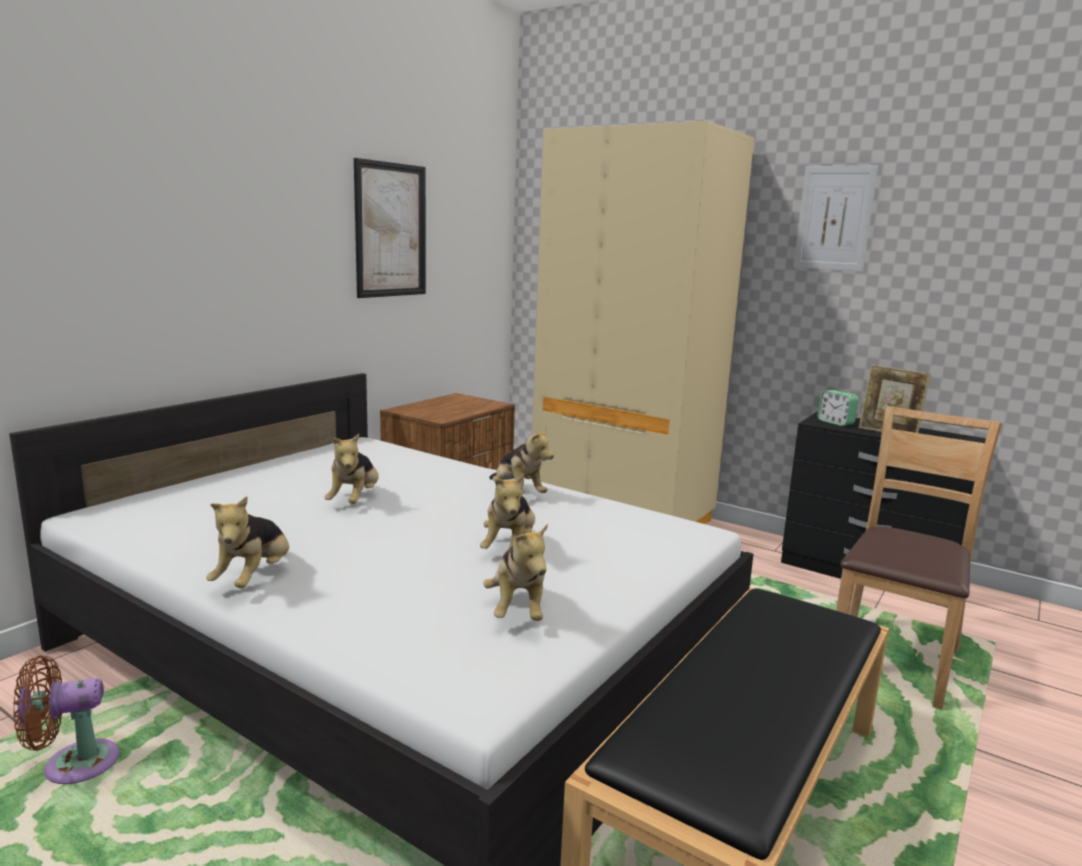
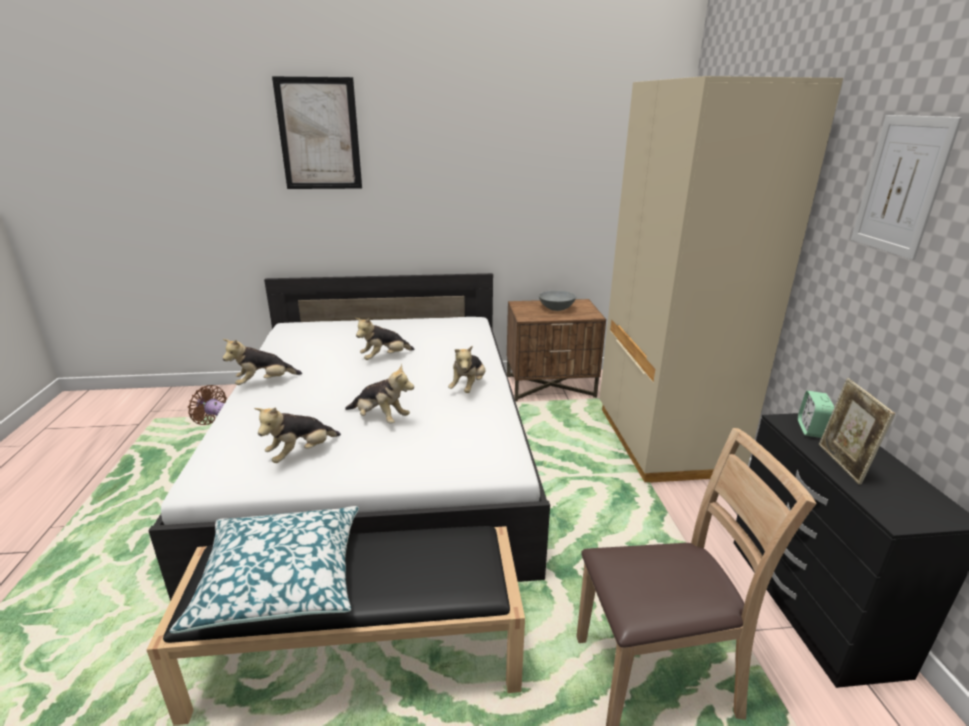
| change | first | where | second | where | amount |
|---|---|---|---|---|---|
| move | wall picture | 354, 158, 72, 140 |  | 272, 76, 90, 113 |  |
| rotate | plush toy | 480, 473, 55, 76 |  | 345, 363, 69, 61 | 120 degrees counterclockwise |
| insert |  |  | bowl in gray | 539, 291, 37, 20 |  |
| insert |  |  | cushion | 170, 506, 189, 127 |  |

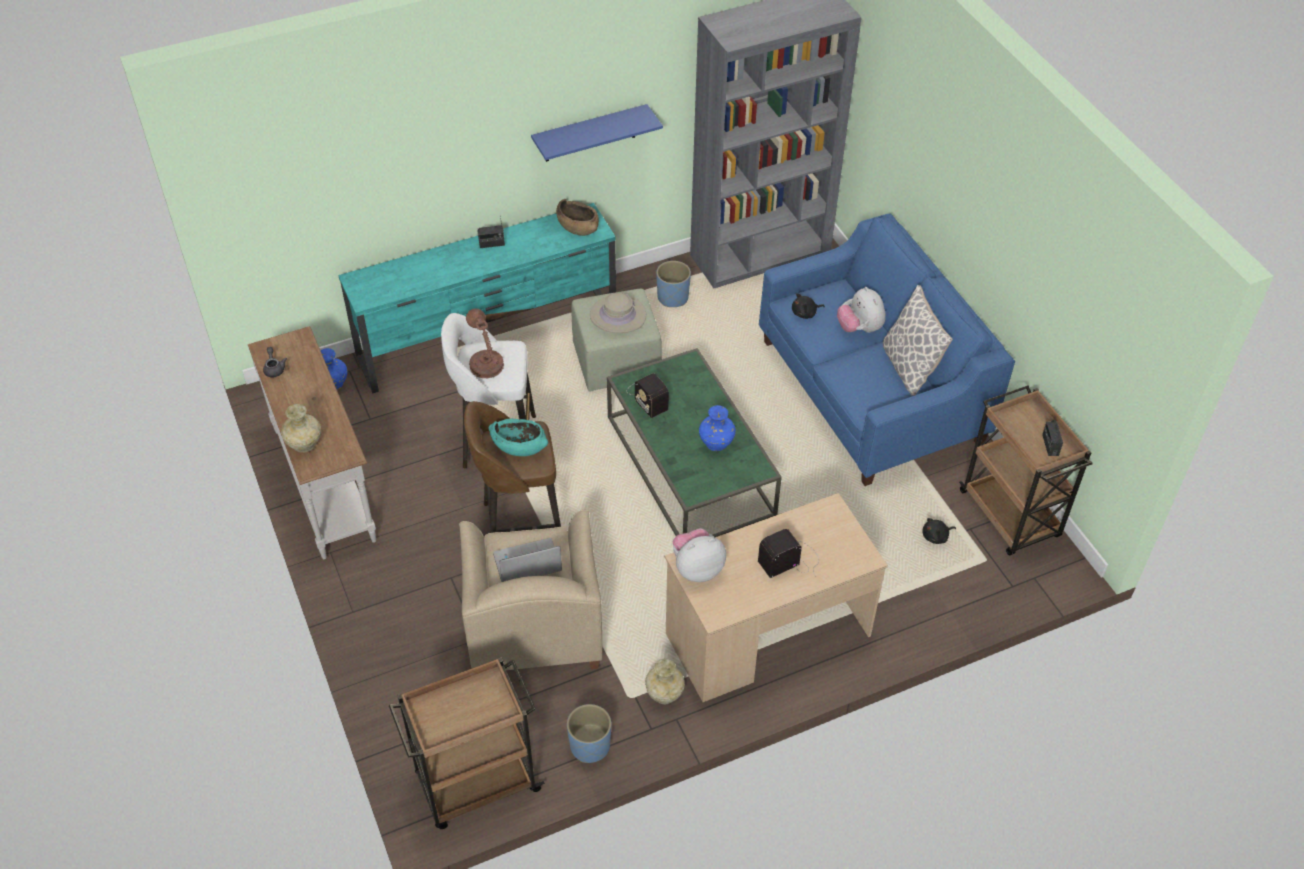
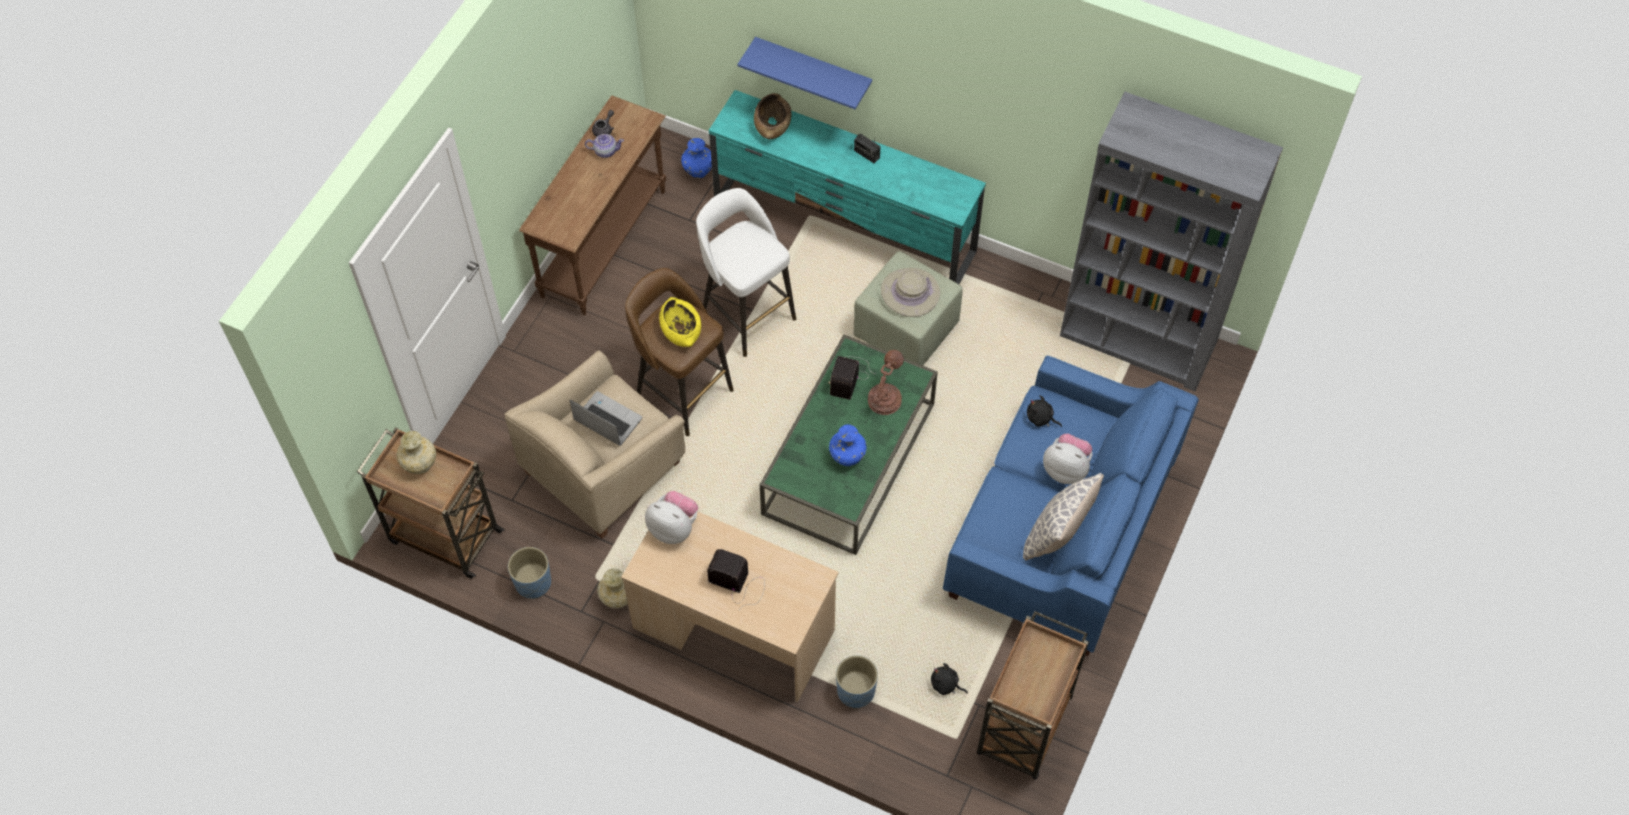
| change | first | where | second | where | amount |
|---|---|---|---|---|---|
| move | shelf in blue-coloured | 531, 104, 132, 58 |  | 737, 37, 135, 72 |  |
| move | bowl in brown | 556, 199, 43, 37 |  | 754, 93, 38, 46 |  |
| move | plant pot in blue-coloured | 656, 261, 35, 46 |  | 836, 655, 42, 53 |  |
| rotate | plush toy | 837, 287, 49, 46 |  | 1043, 434, 49, 50 | 90 degrees clockwise |
| move | lamp for a table in brown | 466, 308, 38, 70 |  | 868, 350, 36, 65 |  |
| recolor | console table in white-coloured | 248, 326, 128, 233 | console table in brown | 519, 96, 147, 219 |  |
| move | flower vase in beige | 281, 404, 40, 49 |  | 397, 431, 39, 43 |  |
| recolor | bowl in blue-green | 488, 418, 60, 38 | bowl in yellow-coloured | 659, 297, 42, 50 |  |
| delete | radio | 1042, 420, 21, 36 |  |  |  |
| insert |  |  | pot for tea | 585, 134, 39, 24 |  |

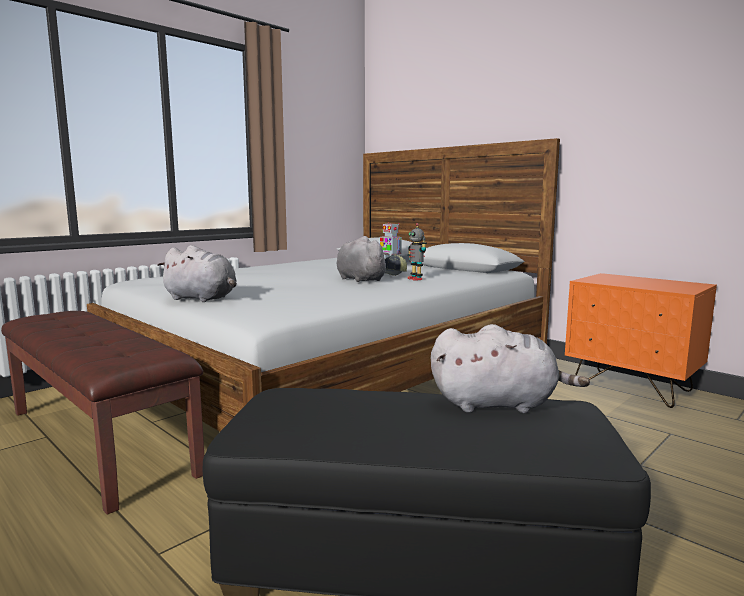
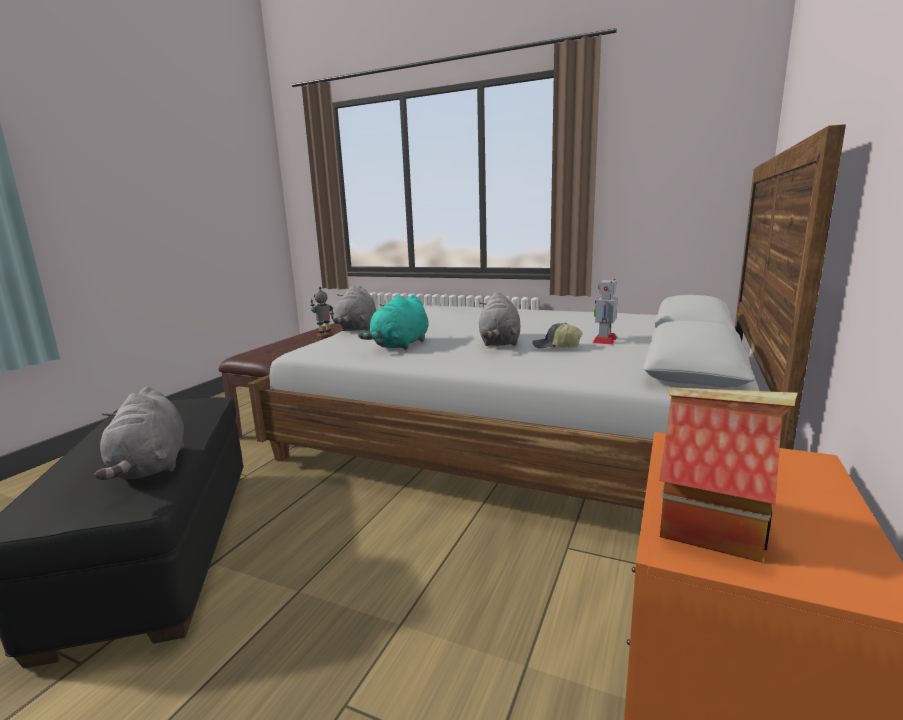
| change | first | where | second | where | amount |
|---|---|---|---|---|---|
| move | robot figure | 407, 223, 20, 58 |  | 310, 287, 24, 50 |  |
| rotate | plush toy in gray | 336, 236, 53, 46 |  | 479, 292, 41, 54 | 150 degrees clockwise |
| insert |  |  | plush toy in blue-green | 358, 295, 71, 55 |  |
| insert |  |  | miniature house | 659, 387, 139, 175 |  |

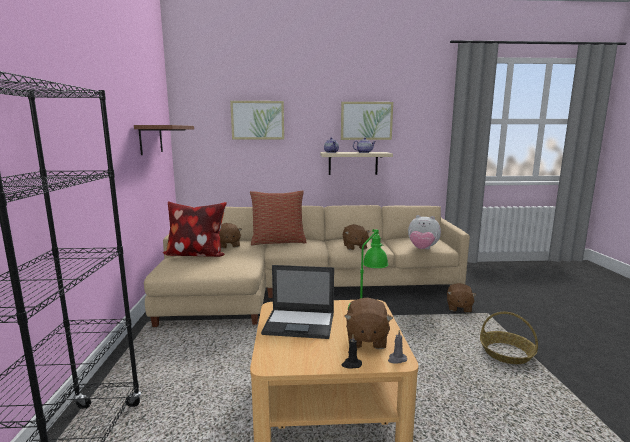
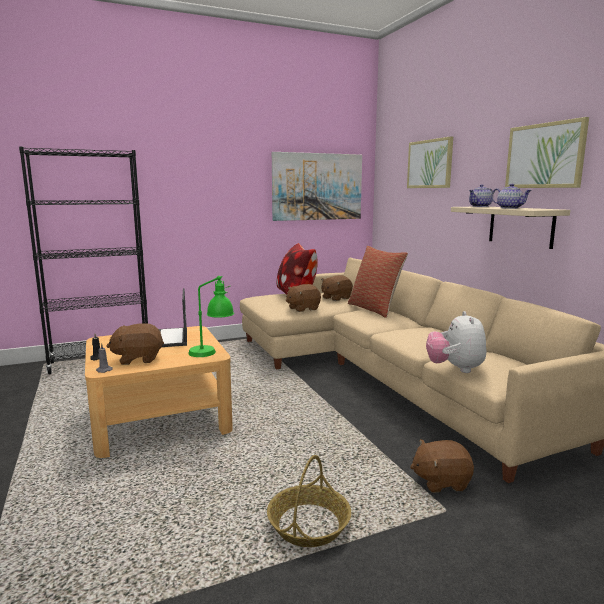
| change | first | where | second | where | amount |
|---|---|---|---|---|---|
| replace | shelf in brown | 134, 125, 60, 30 | wall picture | 272, 152, 90, 69 |  |
| move | plush toy in brown | 343, 224, 27, 26 |  | 286, 284, 35, 28 |  |

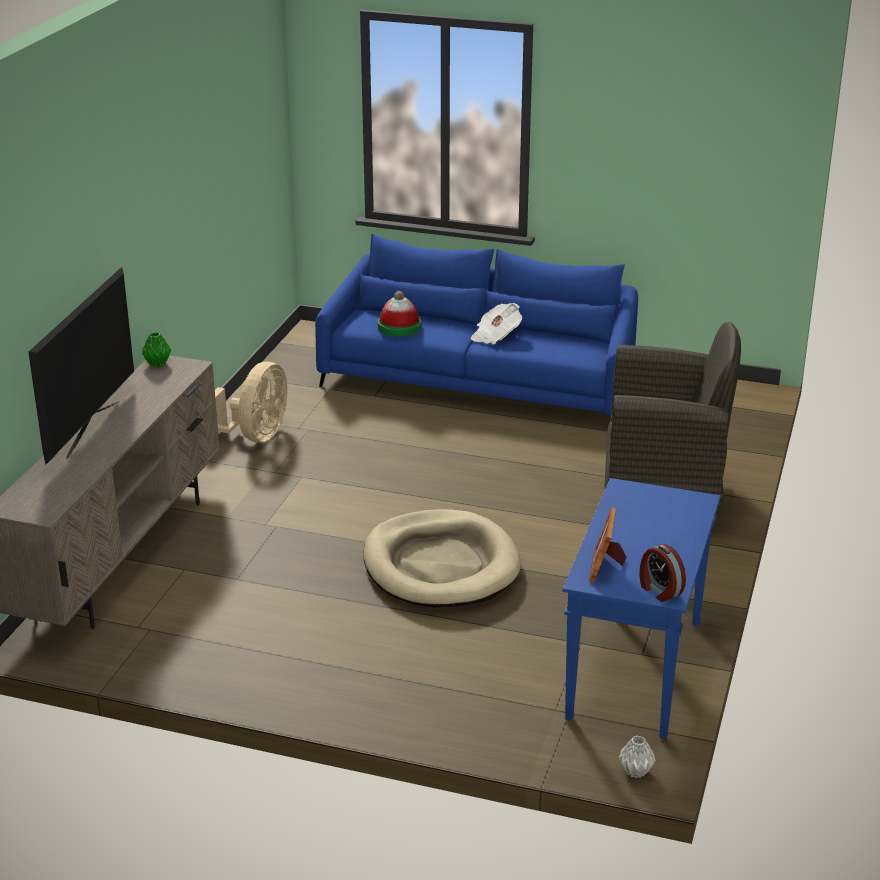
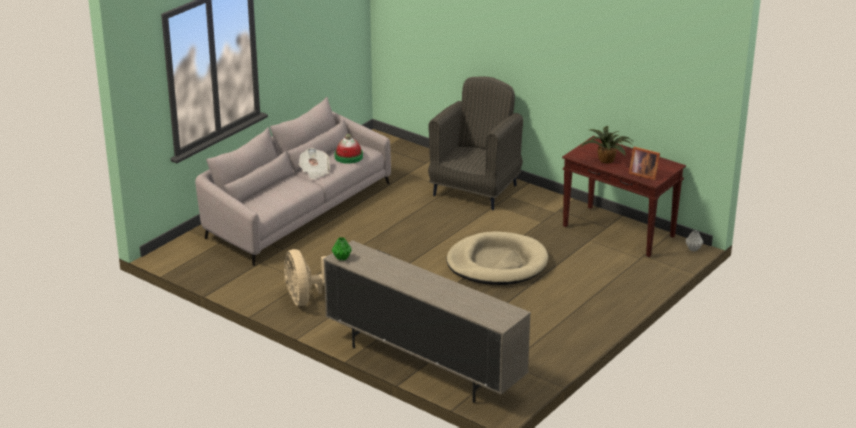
| change | first | where | second | where | amount |
|---|---|---|---|---|---|
| recolor | sofa in blue-coloured | 315, 234, 323, 182 | sofa in gray | 195, 97, 196, 169 |  |
| delete | TV set | 28, 267, 106, 198 |  |  |  |
| move | wearable hat | 378, 291, 43, 45 |  | 335, 134, 28, 30 |  |
| rotate | fan in beige | 215, 362, 73, 81 |  | 284, 249, 43, 57 | 150 degrees counterclockwise |
| recolor | console table in blue-coloured | 562, 478, 158, 262 | console table in brown | 562, 136, 124, 121 |  |
| delete | table clock | 639, 544, 47, 58 |  |  |  |
| insert |  |  | plant in a pot | 580, 126, 54, 38 |  |

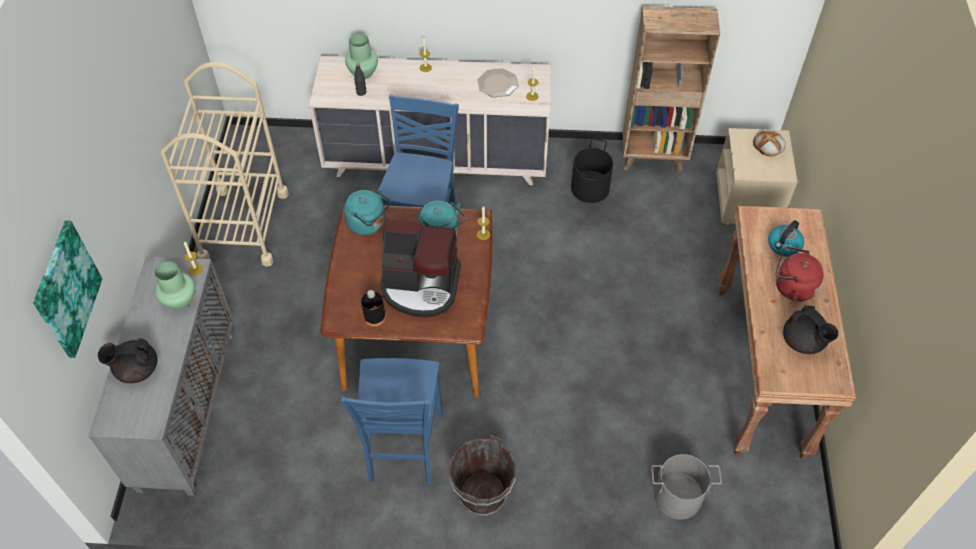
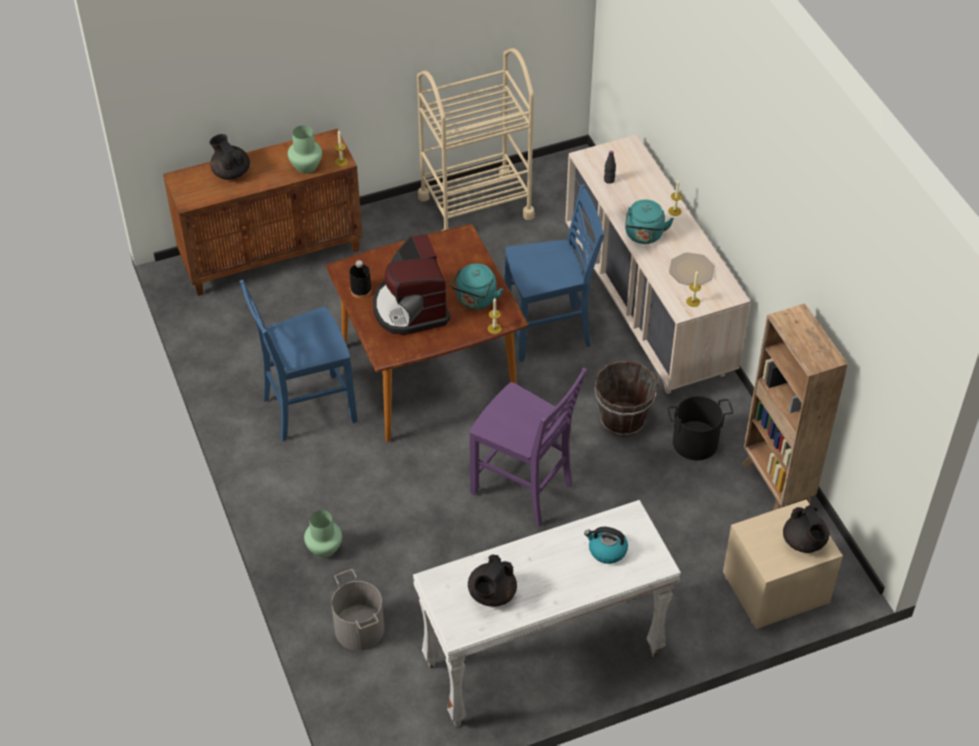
| change | first | where | second | where | amount |
|---|---|---|---|---|---|
| move | flower vase in green-coloured | 345, 34, 33, 45 |  | 304, 510, 38, 47 |  |
| replace | bread | 753, 131, 33, 25 | pot for tea in black | 783, 505, 47, 48 |  |
| move | water kettle in blue-green | 344, 189, 47, 46 |  | 625, 200, 49, 44 |  |
| recolor | console table in brown | 718, 206, 138, 254 | console table in white-coloured | 413, 500, 268, 227 |  |
| delete | wall picture | 33, 221, 69, 137 |  |  |  |
| delete | water kettle in red-coloured | 776, 246, 47, 55 |  |  |  |
| recolor | storage cabinet in gray | 89, 256, 145, 240 | storage cabinet in brown | 163, 129, 200, 167 |  |
| move | water bucket in brown | 449, 435, 67, 80 |  | 594, 361, 65, 76 |  |
| insert |  |  | plain chair in purple | 469, 368, 118, 158 |  |

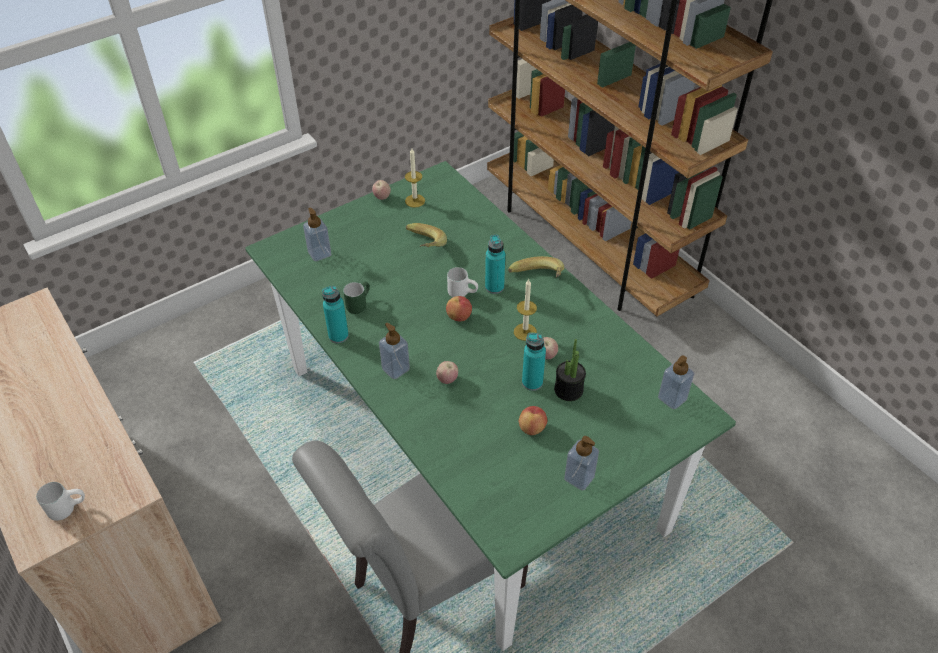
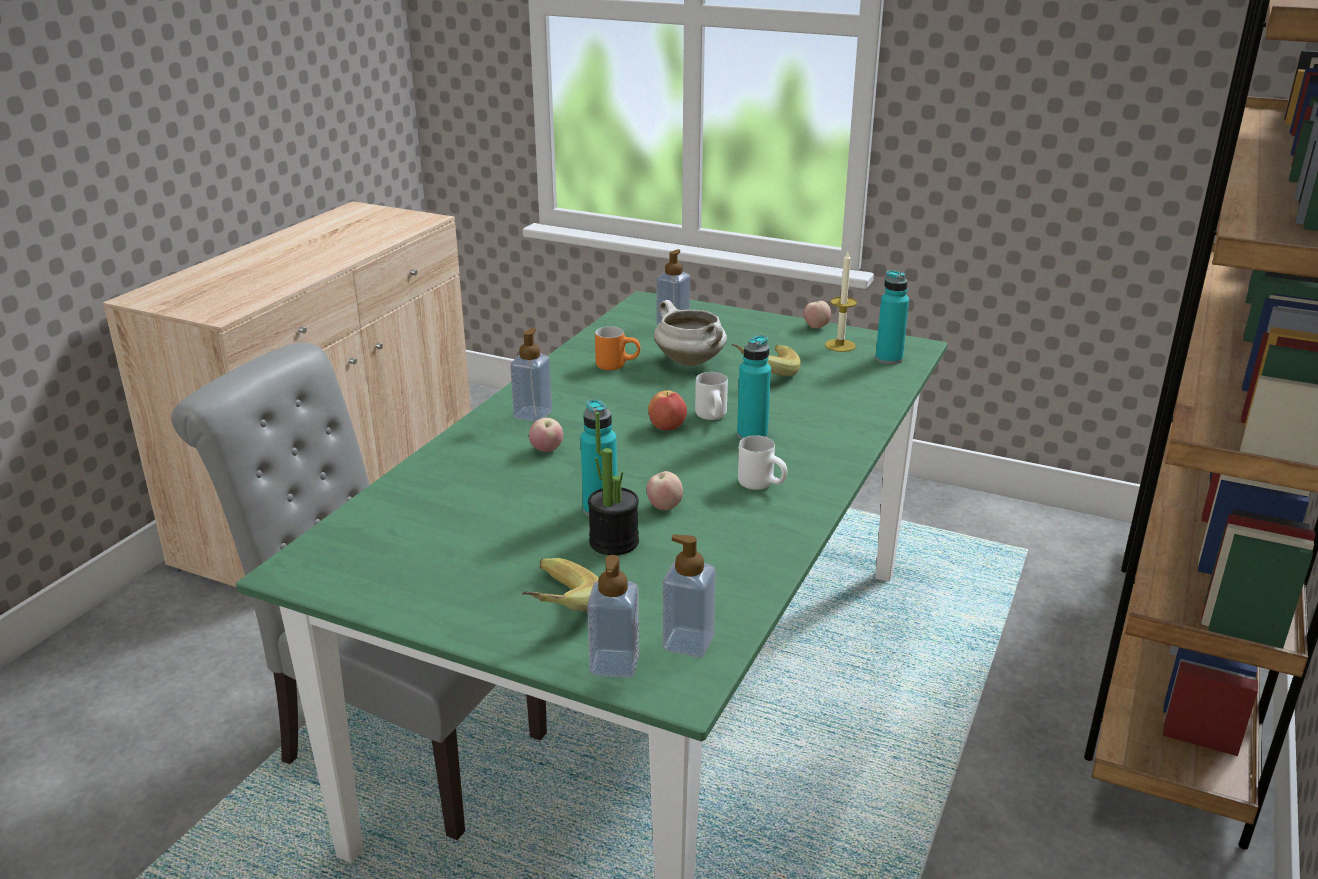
| change | first | where | second | where | amount |
|---|---|---|---|---|---|
| move | whole banana | 508, 256, 56, 21 |  | 522, 558, 77, 53 |  |
| delete | wax light | 514, 279, 23, 62 |  |  |  |
| recolor | coffee mug in green-coloured | 343, 281, 27, 33 | coffee mug in orange-coloured | 595, 326, 45, 44 |  |
| move | drink bottle in blue-green | 322, 286, 27, 57 |  | 875, 270, 34, 94 |  |
| delete | apple | 519, 406, 28, 29 |  |  |  |
| move | soap dispenser | 564, 436, 35, 54 |  | 587, 555, 52, 123 |  |
| move | coffee mug in white-coloured | 36, 482, 49, 39 |  | 738, 435, 49, 55 |  |
| insert |  |  | saucepot in white-coloured | 654, 300, 73, 66 |  |

